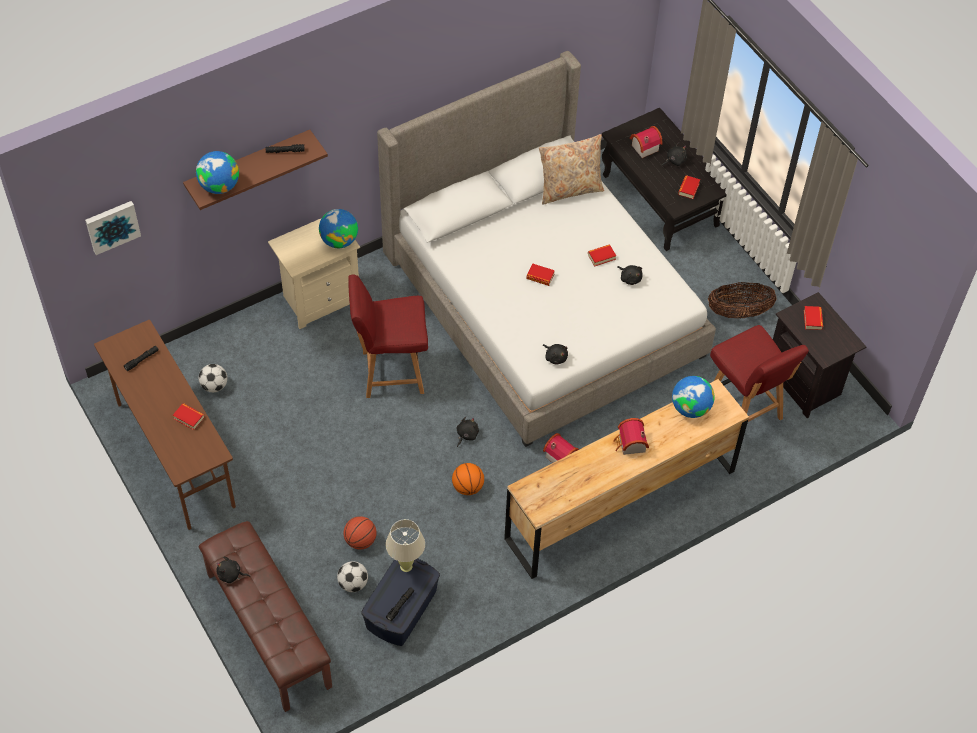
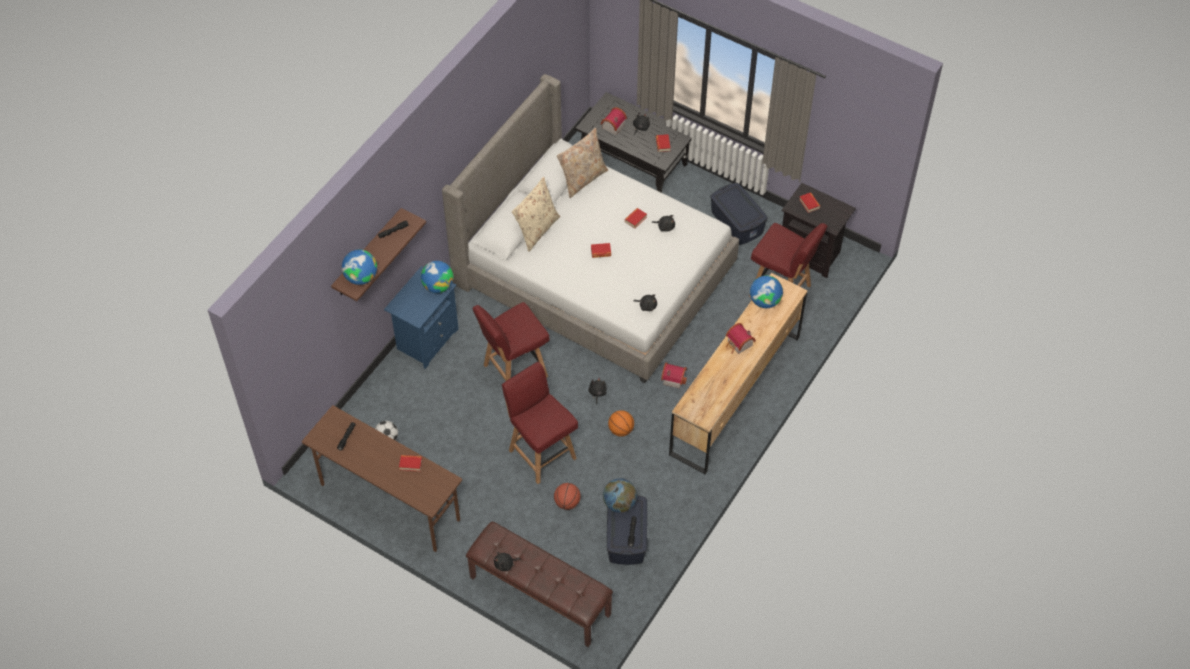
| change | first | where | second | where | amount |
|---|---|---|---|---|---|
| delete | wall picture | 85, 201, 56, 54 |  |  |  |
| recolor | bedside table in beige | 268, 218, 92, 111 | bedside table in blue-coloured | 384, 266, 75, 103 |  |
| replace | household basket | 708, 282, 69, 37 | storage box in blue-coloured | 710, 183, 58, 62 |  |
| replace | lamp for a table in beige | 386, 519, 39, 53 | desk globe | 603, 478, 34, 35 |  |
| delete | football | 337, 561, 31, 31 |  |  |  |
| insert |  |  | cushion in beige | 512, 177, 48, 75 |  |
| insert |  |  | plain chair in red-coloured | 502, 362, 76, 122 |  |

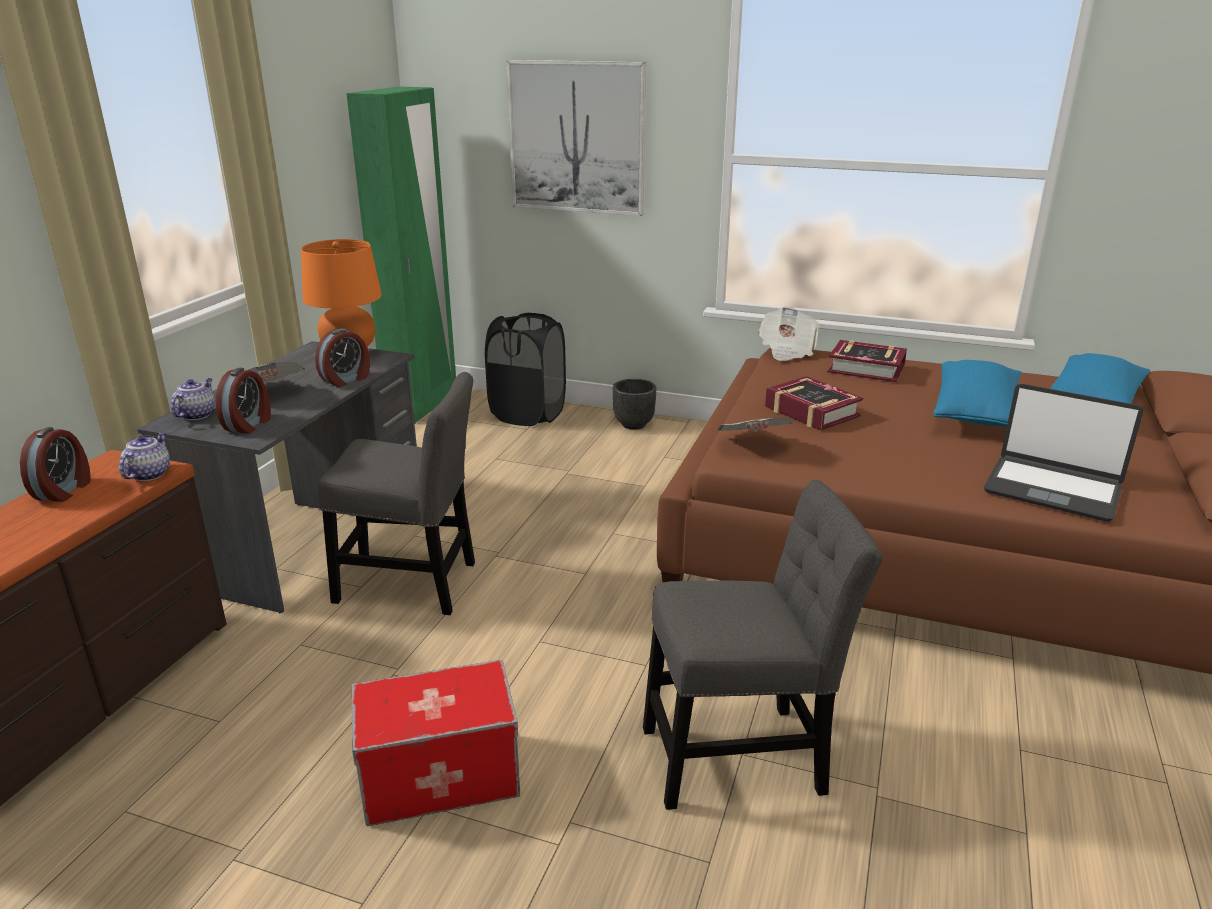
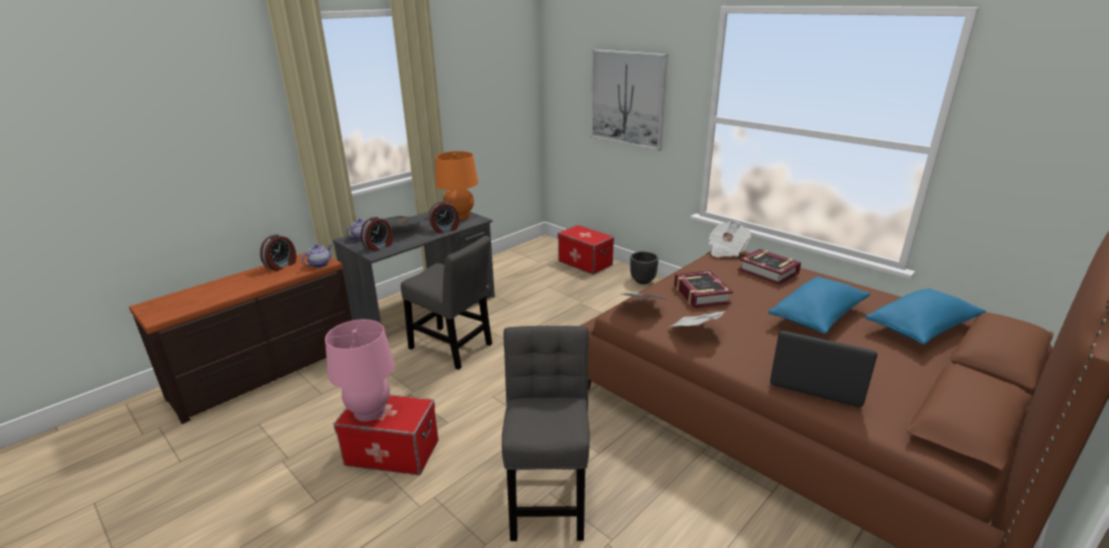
| change | first | where | second | where | amount |
|---|---|---|---|---|---|
| delete | armoire in green-coloured | 347, 87, 109, 337 |  |  |  |
| replace | washing basket in black | 485, 313, 81, 113 | storage box | 558, 225, 56, 50 |  |
| rotate | portable computer | 984, 384, 159, 137 |  | 770, 331, 107, 76 | 150 degrees clockwise |
| rotate | plain chair in gray | 643, 480, 239, 330 |  | 502, 326, 88, 215 | 105 degrees counterclockwise |
| insert |  |  | printed paper | 669, 311, 57, 16 |  |
| insert |  |  | lamp for a table in pink | 325, 319, 69, 102 |  |

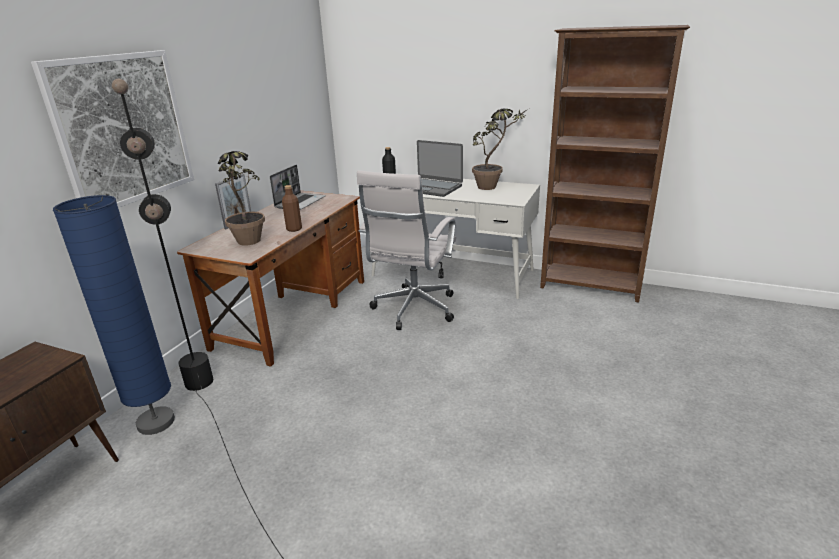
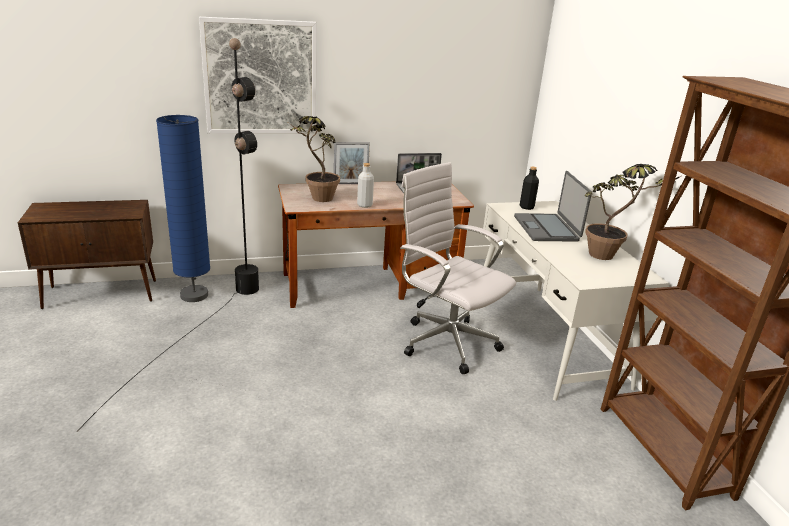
| change | first | where | second | where | amount |
|---|---|---|---|---|---|
| rotate | office chair in white-coloured | 357, 171, 99, 159 |  | 400, 162, 116, 212 | 60 degrees clockwise |
| recolor | drink bottle in brown | 282, 185, 20, 47 | drink bottle in gray | 357, 163, 17, 45 |  |

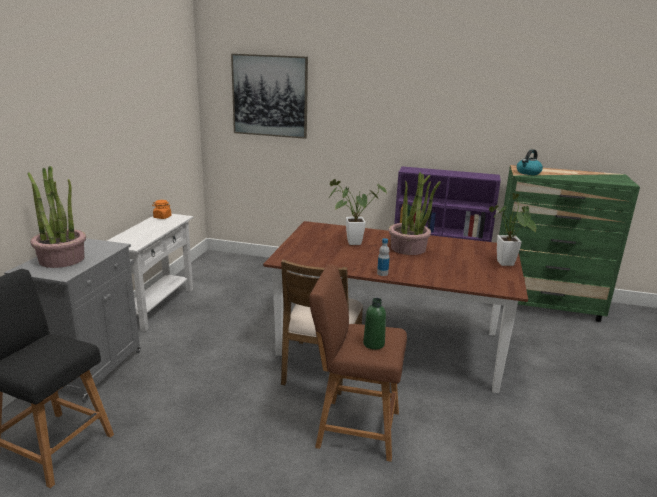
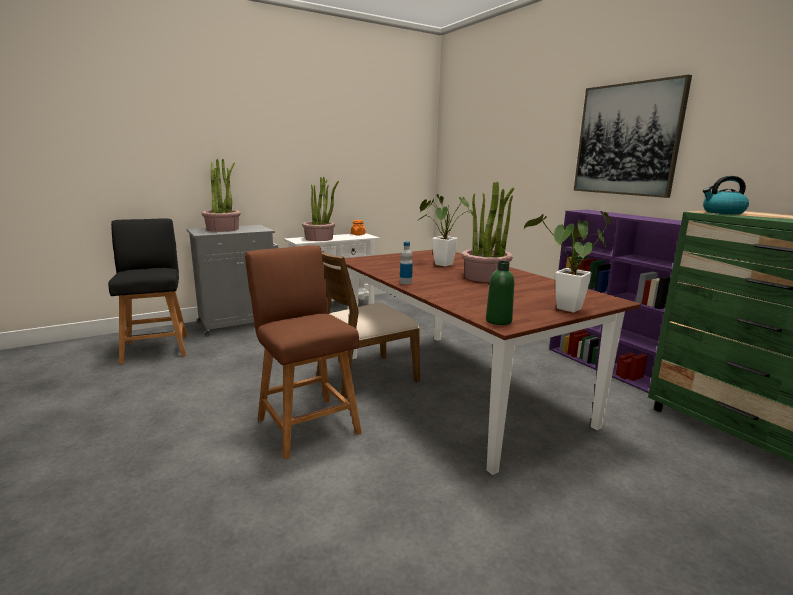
| change | first | where | second | where | amount |
|---|---|---|---|---|---|
| move | wall picture | 231, 54, 77, 85 |  | 574, 75, 118, 123 |  |
| move | drink bottle in green-coloured | 363, 298, 23, 52 |  | 486, 261, 28, 64 |  |
| insert |  |  | plant in a pot | 302, 177, 37, 64 |  |

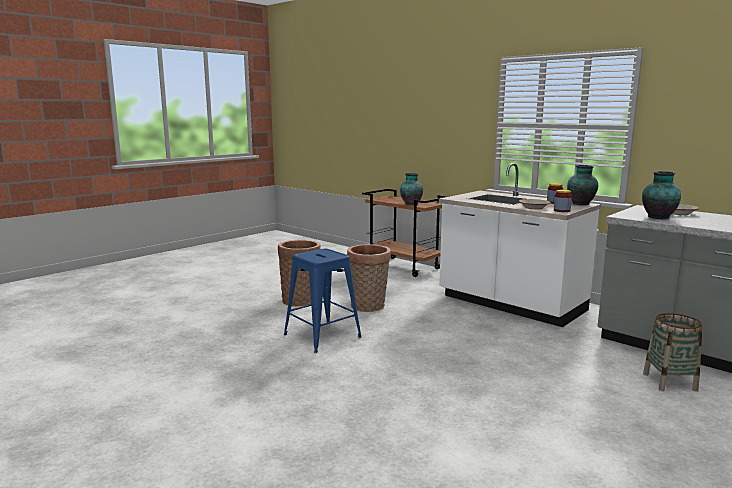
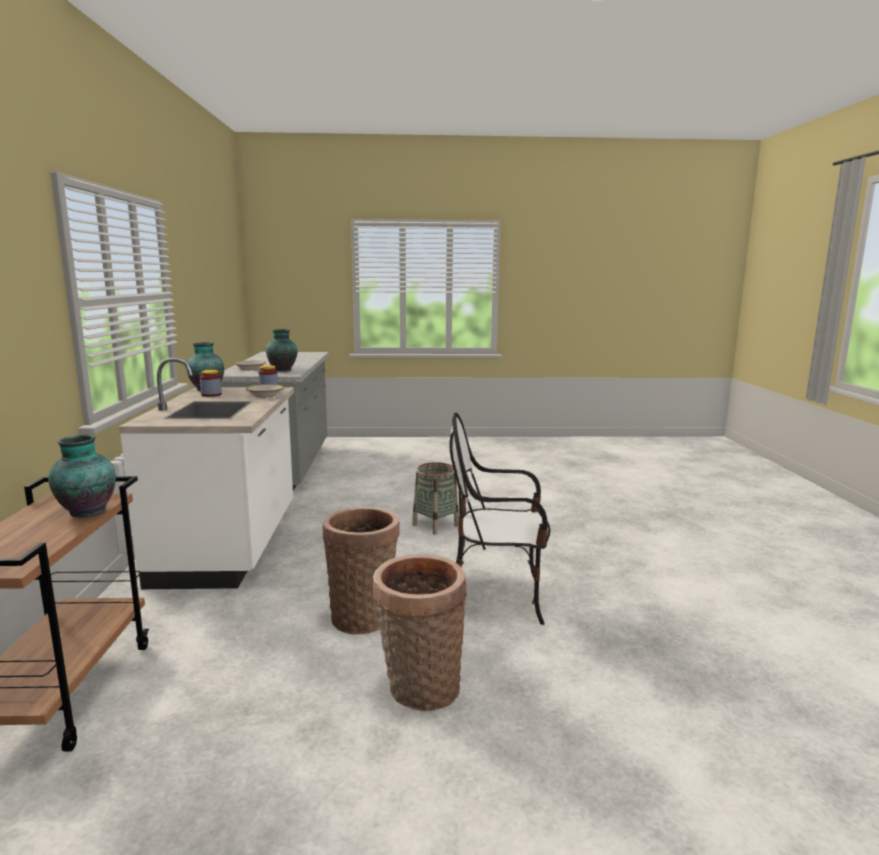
| change | first | where | second | where | amount |
|---|---|---|---|---|---|
| replace | stool seat in blue-coloured | 284, 249, 78, 104 | plain chair | 449, 412, 102, 213 |  |
| move | household basket | 643, 313, 59, 79 |  | 412, 462, 47, 73 |  |

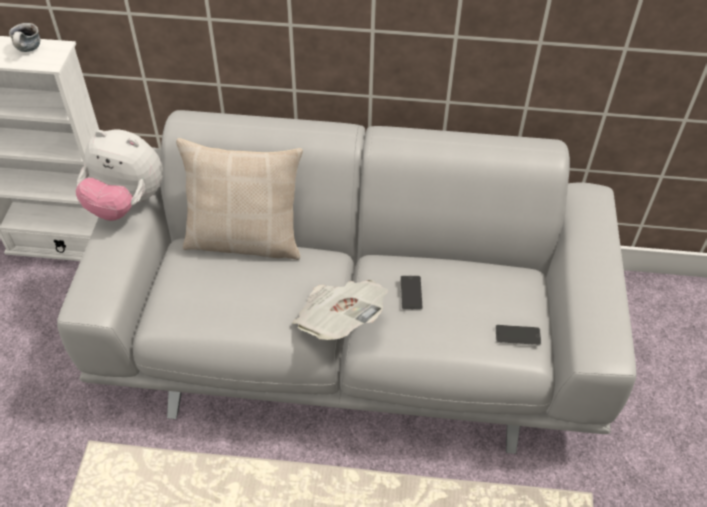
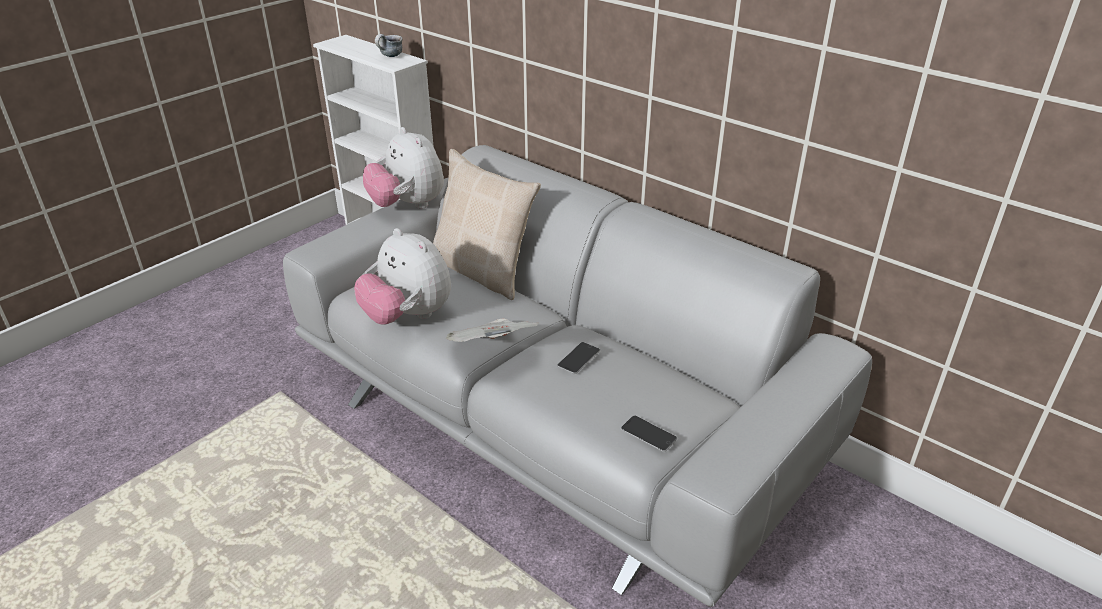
| change | first | where | second | where | amount |
|---|---|---|---|---|---|
| insert |  |  | plush toy | 354, 228, 97, 97 |  |

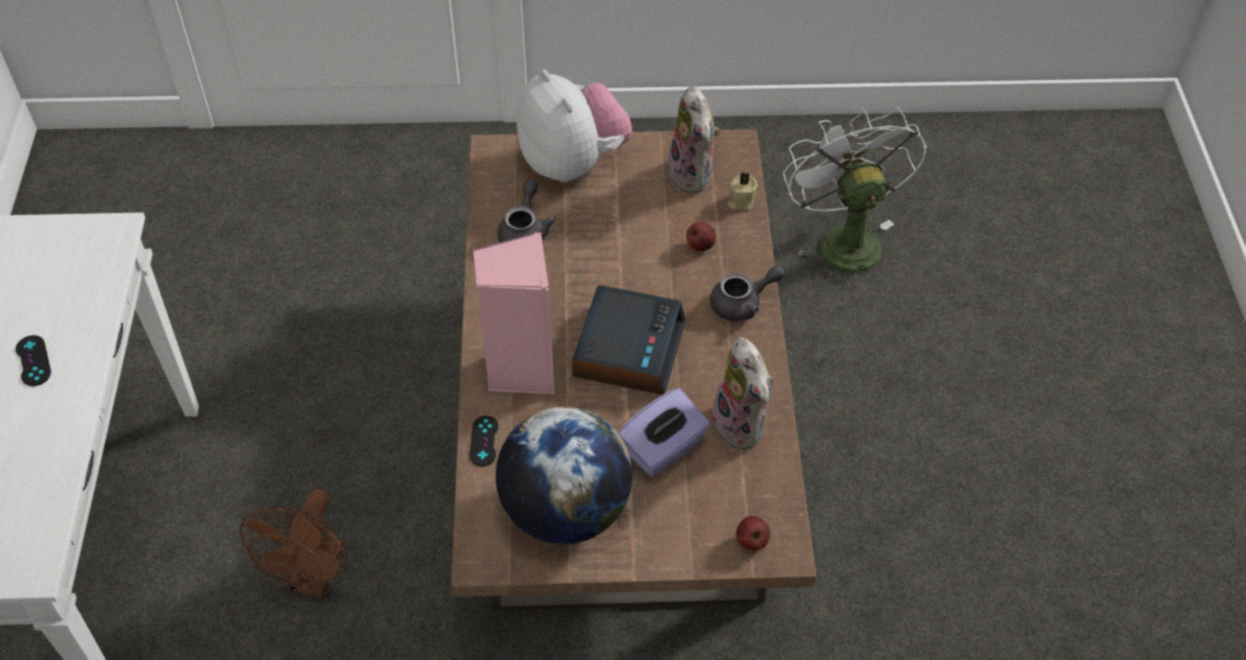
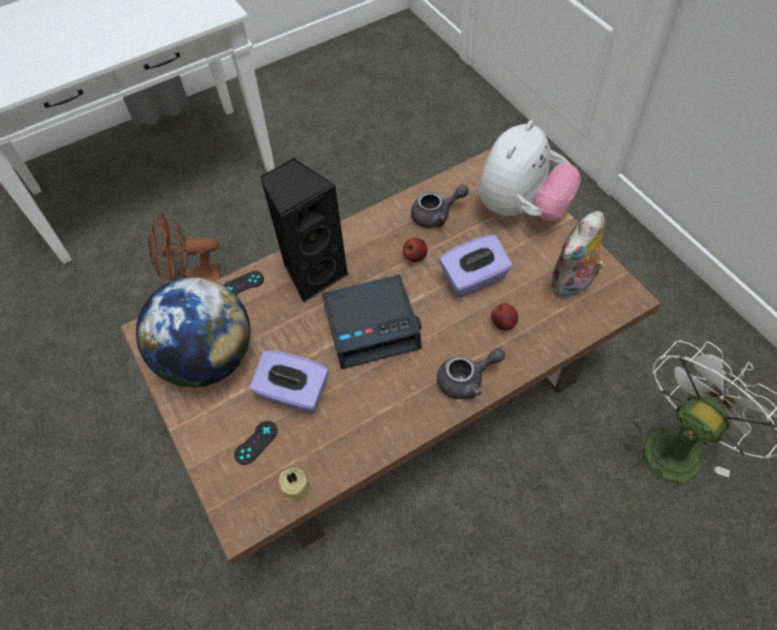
| change | first | where | second | where | amount |
|---|---|---|---|---|---|
| move | wax light in beige | 727, 172, 30, 38 |  | 279, 468, 32, 34 |  |
| recolor | speaker in pink | 473, 232, 82, 162 | speaker in black | 260, 158, 88, 145 |  |
| rotate | pot for tea in gray | 710, 265, 75, 56 |  | 437, 348, 68, 51 | 60 degrees counterclockwise |
| move | joypad in black | 16, 335, 35, 51 |  | 234, 421, 44, 44 |  |
| delete | plush toy | 707, 337, 66, 112 |  |  |  |
| move | apple | 736, 516, 34, 34 |  | 403, 238, 25, 24 |  |
| insert |  |  | box of tissues in purple | 439, 234, 74, 63 |  |

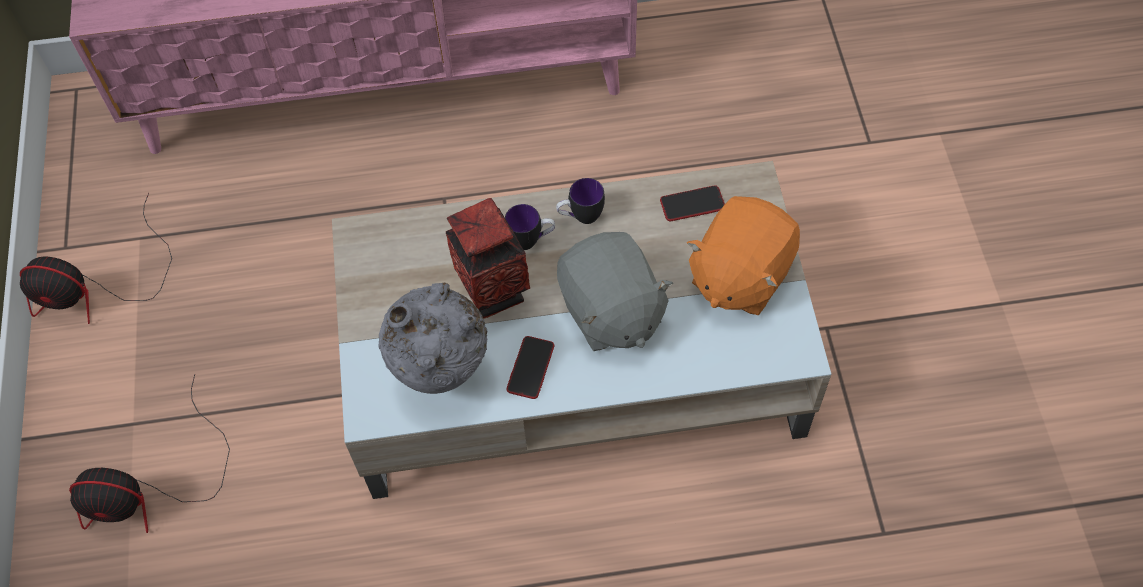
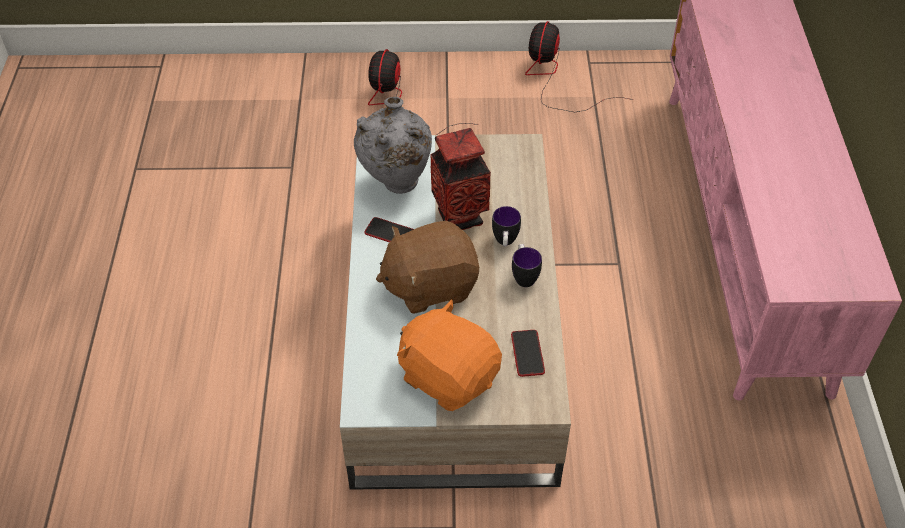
| change | first | where | second | where | amount |
|---|---|---|---|---|---|
| recolor | plush toy in gray | 557, 232, 116, 119 | plush toy in brown | 376, 221, 103, 93 |  |

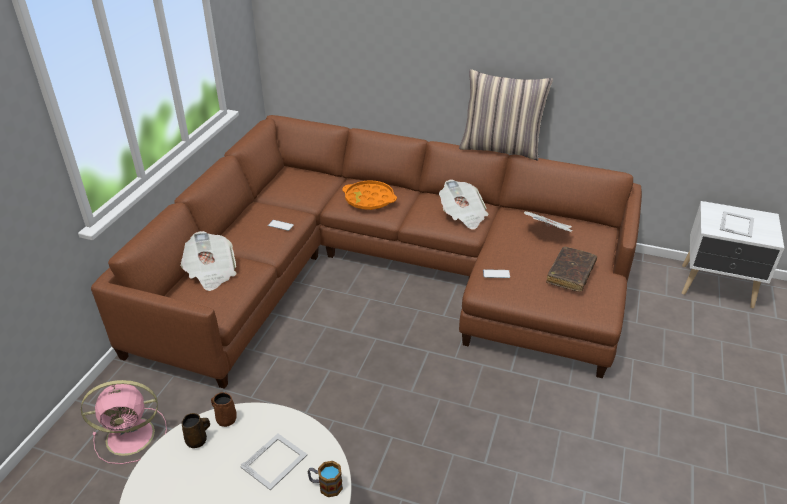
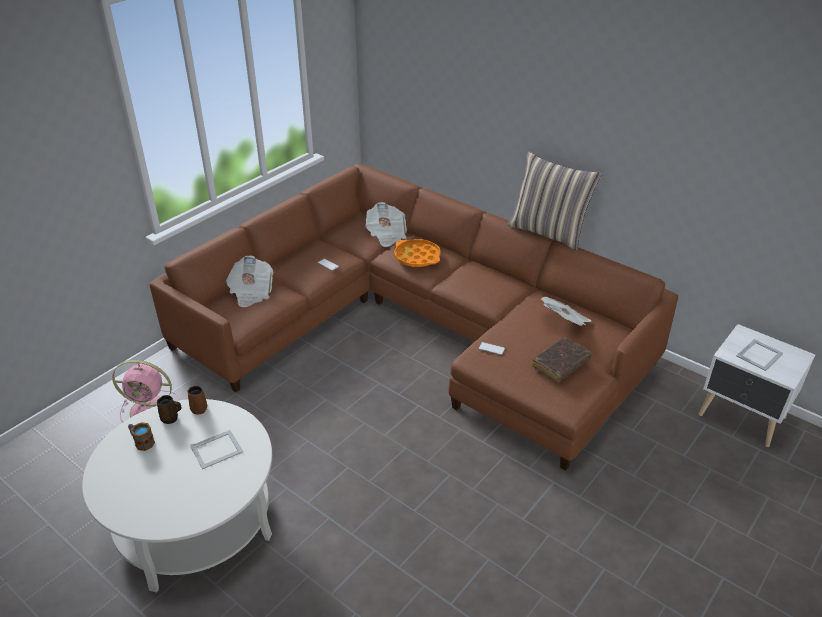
| change | first | where | second | where | amount |
|---|---|---|---|---|---|
| move | printed paper | 439, 179, 49, 51 |  | 365, 202, 42, 45 |  |
| move | coffee mug | 308, 461, 35, 36 |  | 128, 422, 27, 29 |  |

